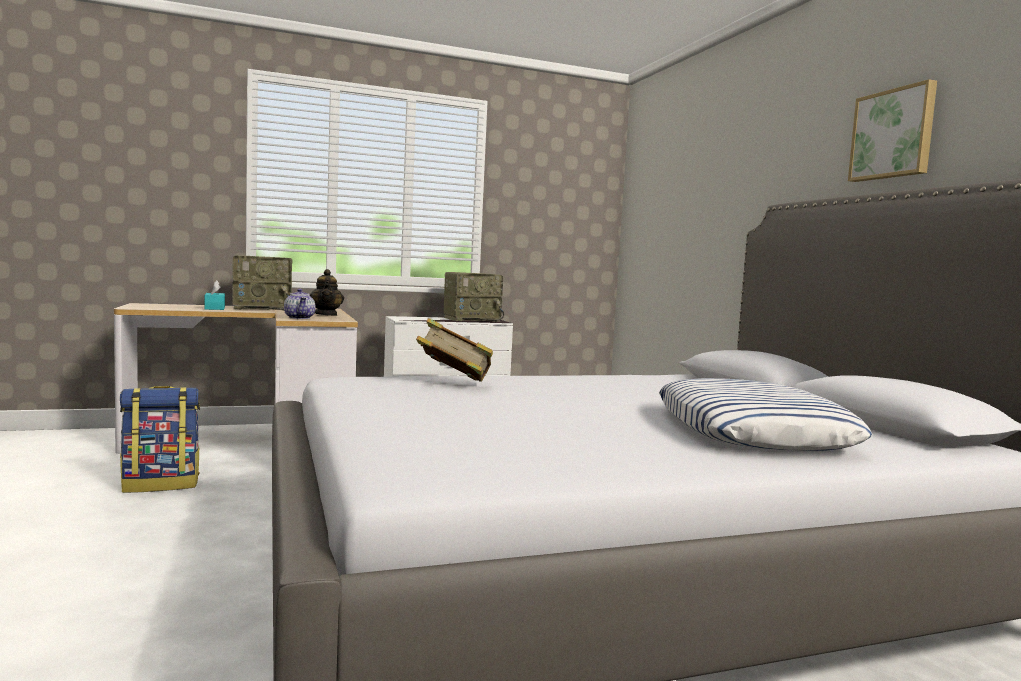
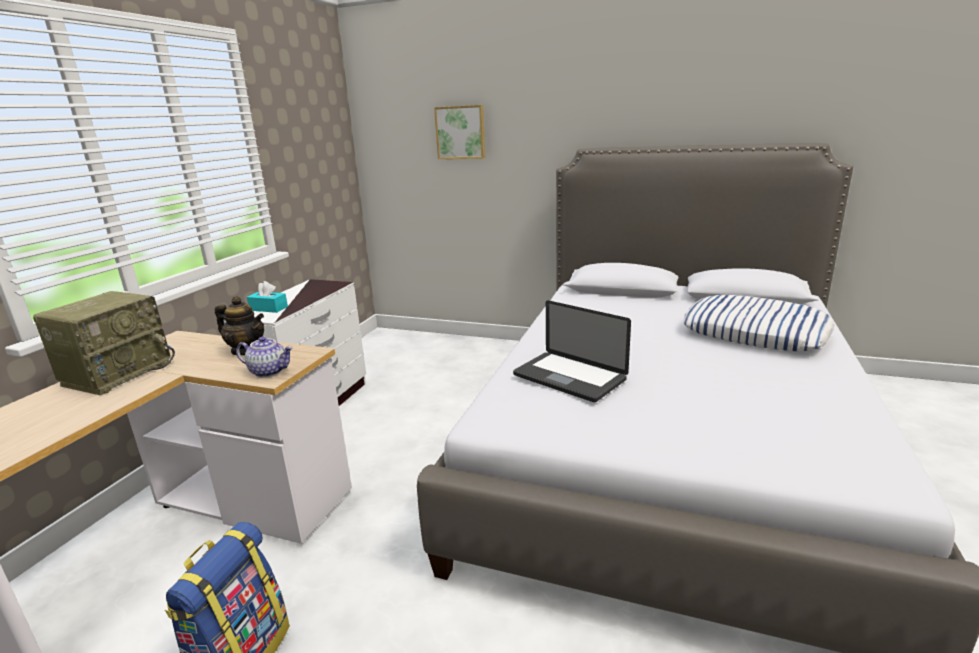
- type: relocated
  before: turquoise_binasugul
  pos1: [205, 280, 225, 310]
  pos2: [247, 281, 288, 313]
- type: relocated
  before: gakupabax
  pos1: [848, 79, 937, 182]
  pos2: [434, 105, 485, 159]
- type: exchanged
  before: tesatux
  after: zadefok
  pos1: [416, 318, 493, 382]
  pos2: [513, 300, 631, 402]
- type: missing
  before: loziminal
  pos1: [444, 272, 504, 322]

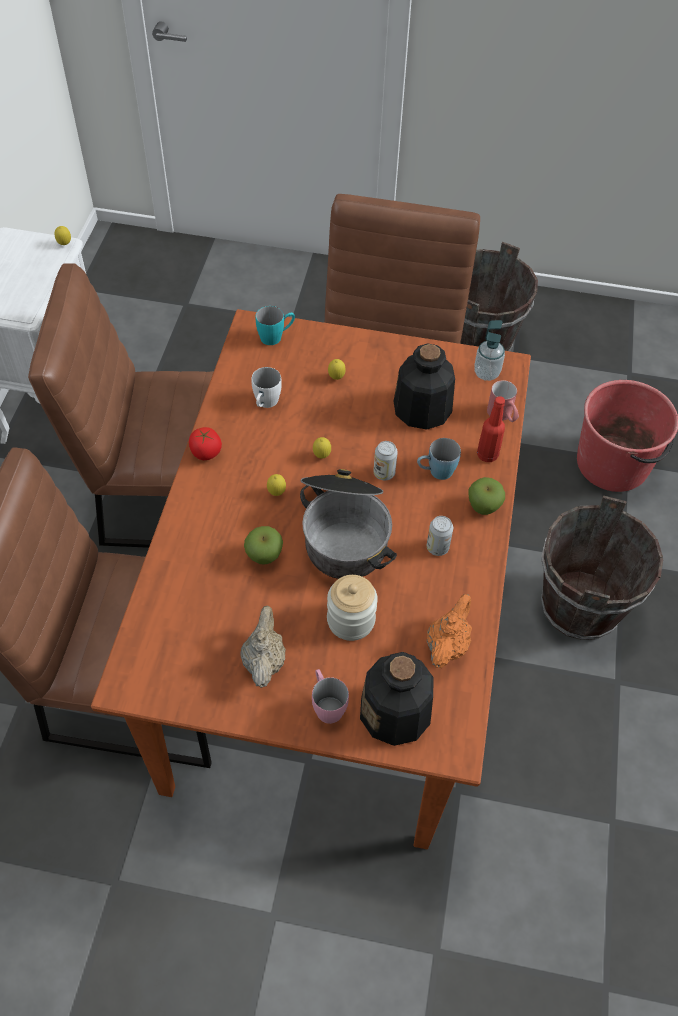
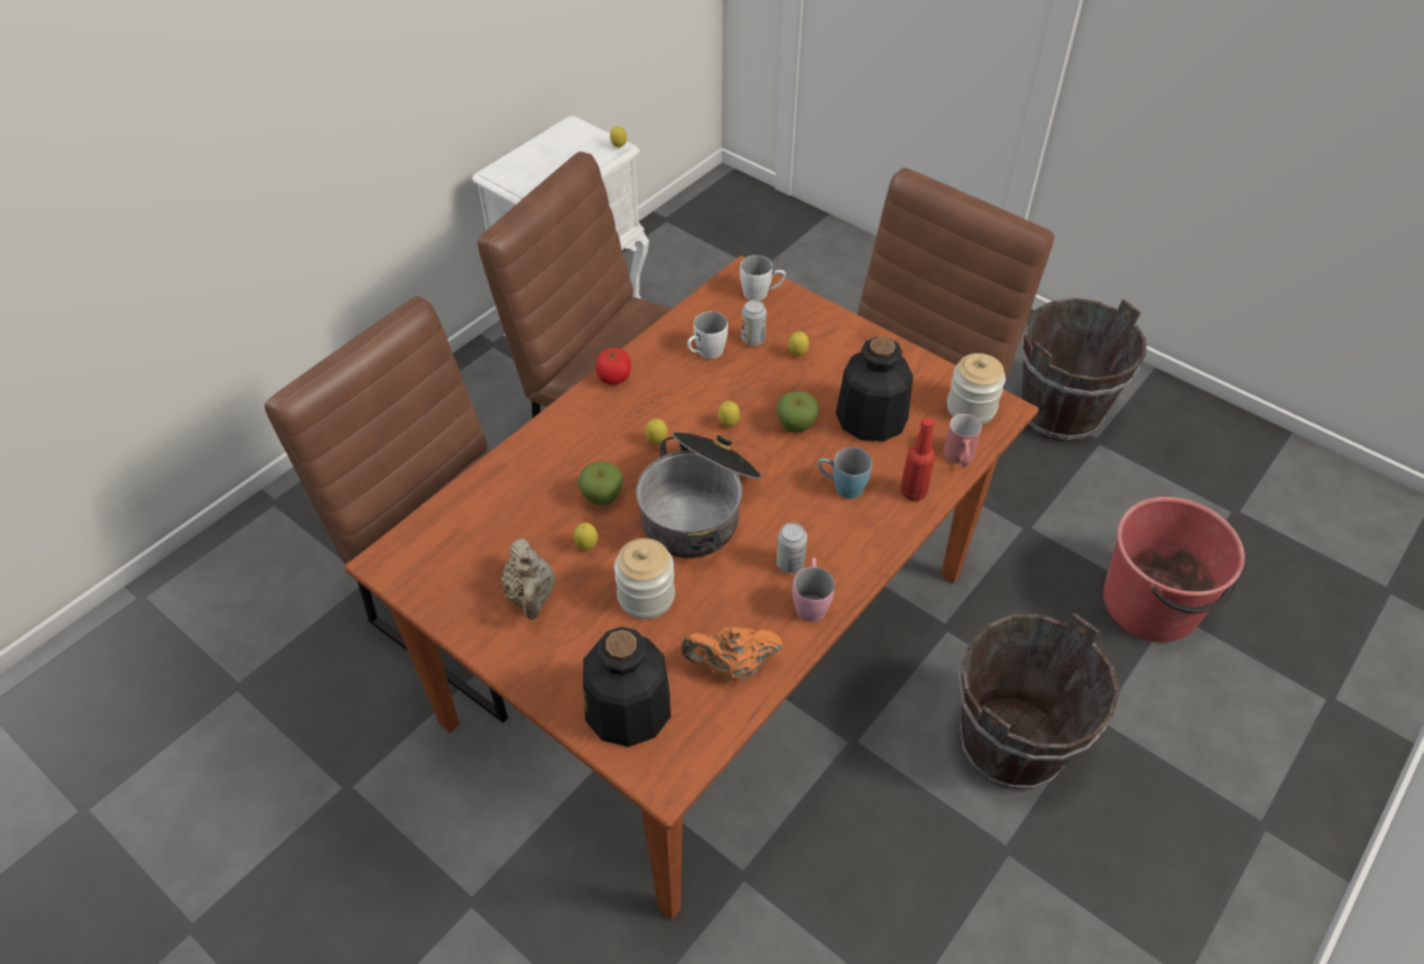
- type: spun
  before: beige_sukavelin
  pos1: [240, 605, 286, 688]
  pos2: [501, 539, 555, 620]
  turn: 135
- type: appeared
  after: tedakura
  pos2: [574, 523, 598, 550]
- type: spun
  before: orange_sukavelin
  pos1: [427, 594, 472, 668]
  pos2: [681, 627, 782, 681]
  turn: -150
- type: colour
  before: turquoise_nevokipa
  after: white_nevokipa
  pos1: [255, 306, 295, 345]
  pos2: [740, 255, 786, 300]
- type: relocated
  before: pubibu
  pos1: [374, 441, 398, 480]
  pos2: [742, 300, 767, 346]
- type: relocated
  before: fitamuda
  pos1: [469, 477, 505, 515]
  pos2: [776, 391, 819, 433]
- type: relocated
  before: pink_nevokipa
  pos1: [312, 669, 349, 724]
  pos2: [792, 558, 835, 622]
- type: exchanged
  before: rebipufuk
  after: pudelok
  pos1: [474, 320, 505, 381]
  pos2: [947, 353, 1006, 425]

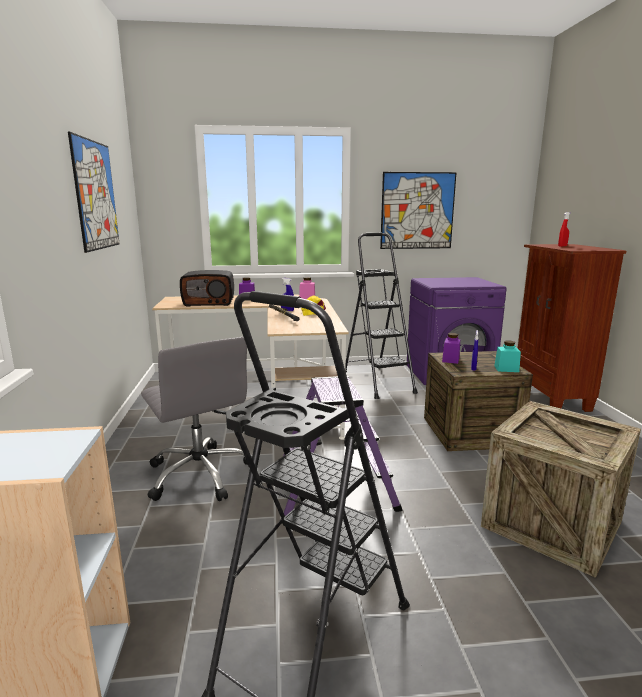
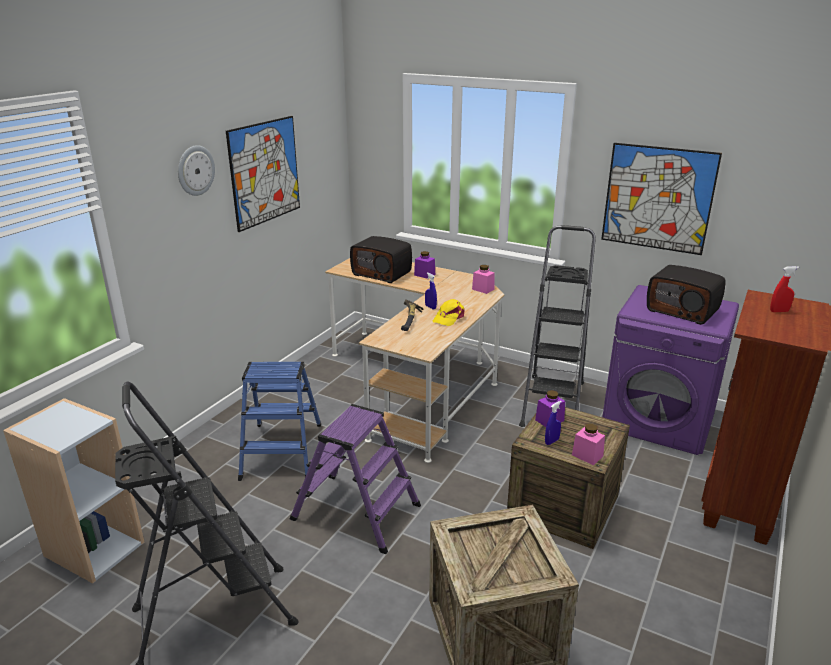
- type: appeared
  after: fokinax
  pos2: [178, 145, 215, 196]
- type: exchanged
  before: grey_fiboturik
  after: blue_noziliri
  pos1: [141, 337, 252, 501]
  pos2: [238, 361, 321, 481]
- type: colour
  before: turquoise_pudelok
  after: pink_pudelok
  pos1: [494, 340, 521, 372]
  pos2: [572, 423, 605, 465]
- type: appeared
  after: loziminal
  pos2: [647, 265, 725, 325]

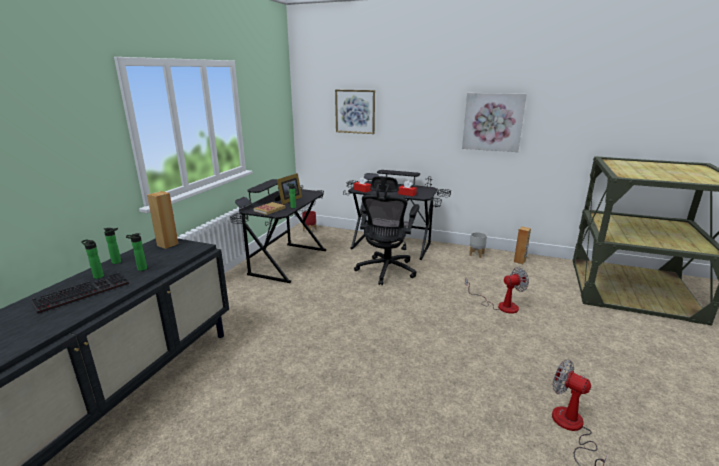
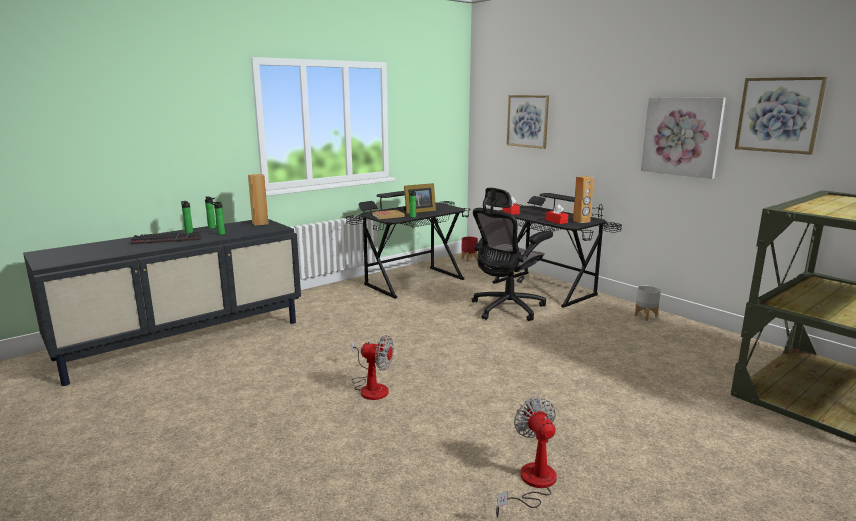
- type: relocated
  before: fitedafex
  pos1: [465, 267, 529, 314]
  pos2: [351, 335, 394, 400]
- type: relocated
  before: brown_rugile
  pos1: [514, 227, 531, 264]
  pos2: [573, 176, 594, 223]
- type: appeared
  after: gakupabax
  pos2: [735, 77, 827, 155]

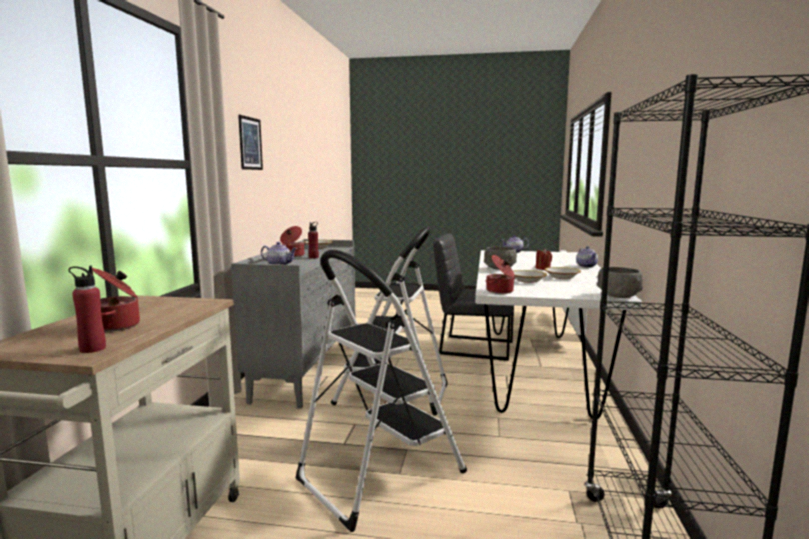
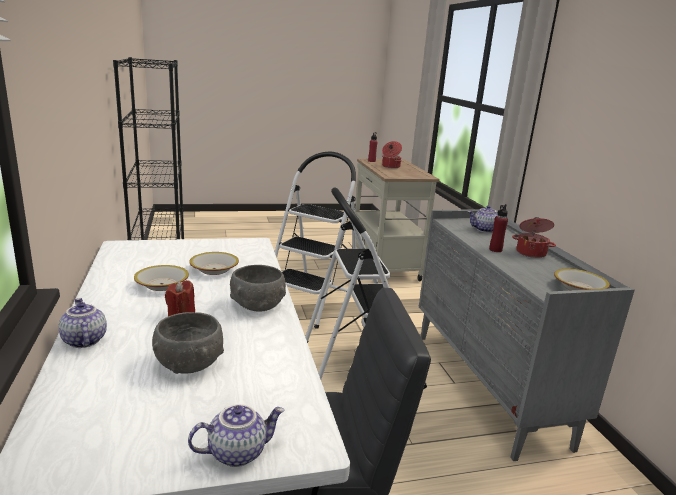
- type: relocated
  before: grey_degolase
  pos1: [597, 267, 643, 298]
  pos2: [152, 312, 224, 374]
- type: missing
  before: gakupabax
  pos1: [238, 115, 263, 170]
- type: missing
  before: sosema
  pos1: [486, 255, 515, 294]

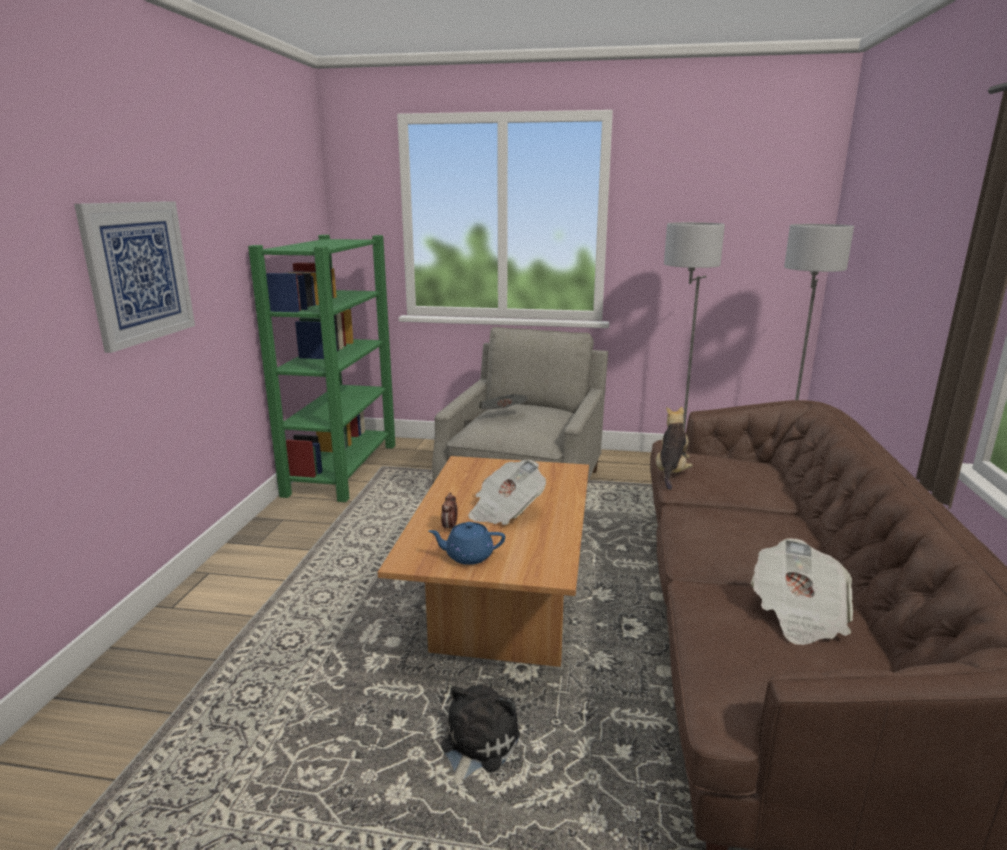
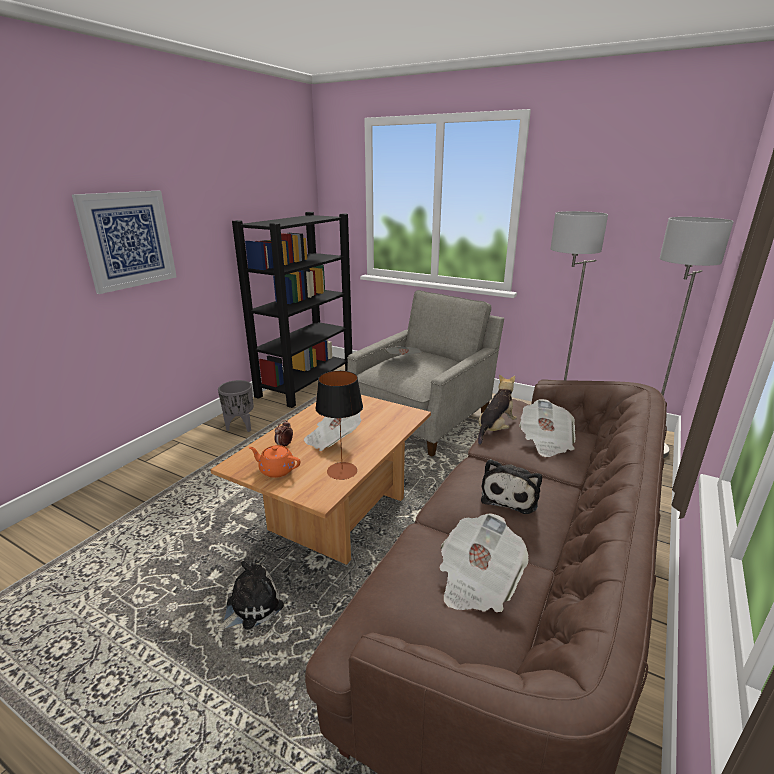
- type: appeared
  after: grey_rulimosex
  pos2: [218, 380, 254, 432]
- type: colour
  before: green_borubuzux
  after: black_borubuzux
  pos1: [248, 235, 396, 502]
  pos2: [232, 212, 352, 408]
- type: colour
  before: blue_sukavelin
  after: orange_sukavelin
  pos1: [428, 522, 505, 565]
  pos2: [249, 445, 301, 478]
- type: appeared
  after: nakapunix
  pos2: [315, 371, 363, 480]
- type: appeared
  after: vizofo
  pos2: [481, 459, 542, 514]
- type: appeared
  after: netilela
  pos2: [519, 399, 576, 457]

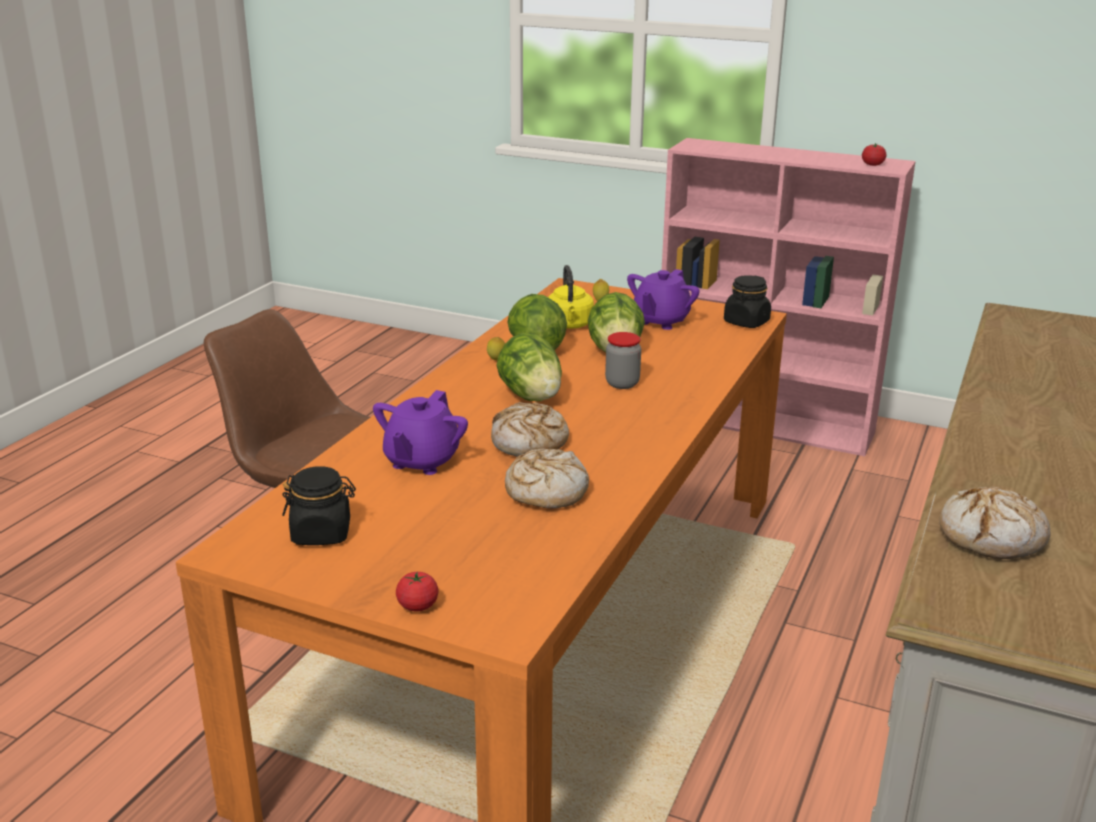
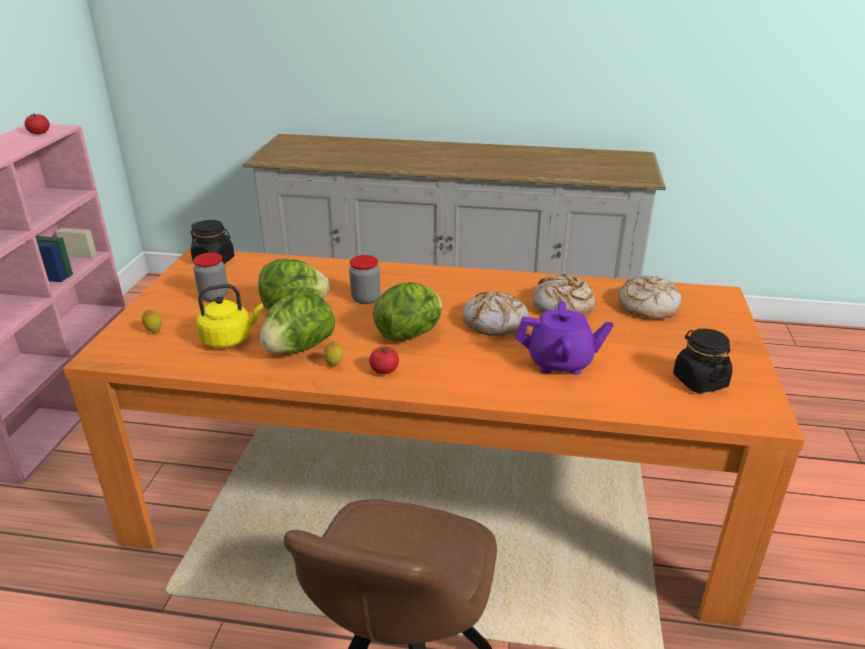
- type: exchanged
  before: purple_sukavelin
  after: pudelok
  pos1: [627, 269, 700, 330]
  pos2: [193, 253, 228, 301]
- type: relocated
  before: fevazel
  pos1: [396, 571, 439, 612]
  pos2: [369, 347, 399, 374]
- type: relocated
  before: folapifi
  pos1: [939, 487, 1050, 559]
  pos2: [618, 276, 682, 319]

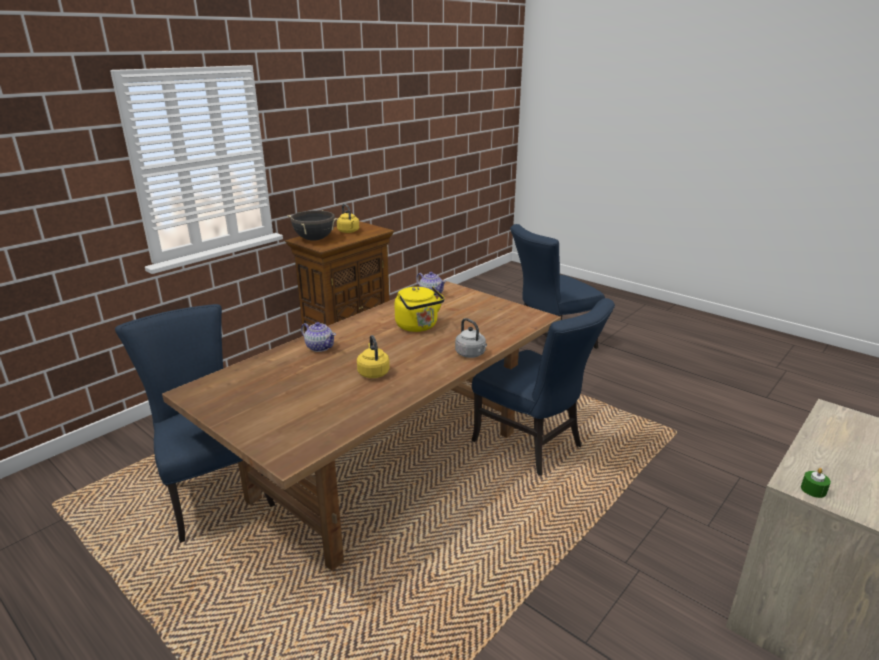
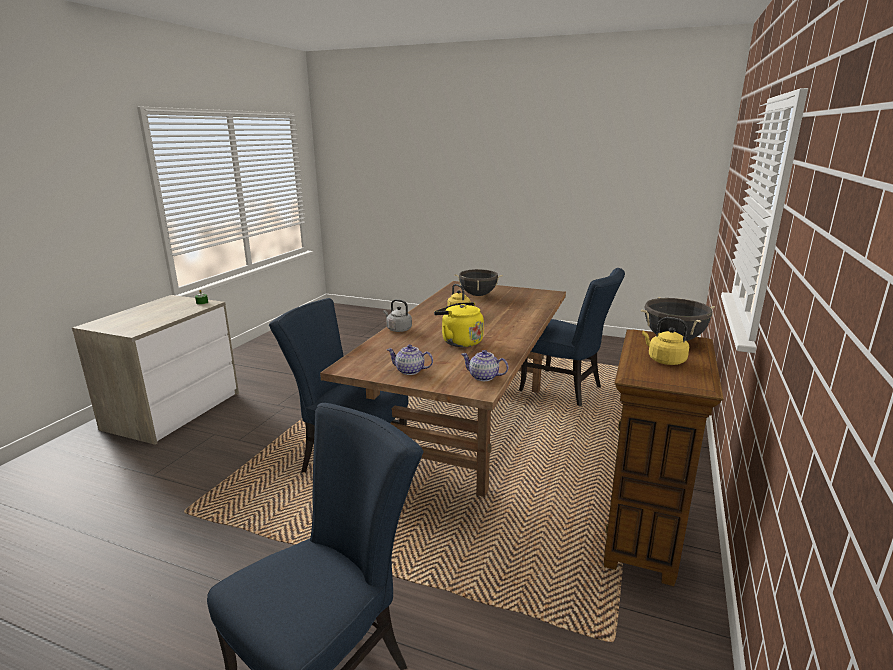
- type: relocated
  before: sukavelin
  pos1: [301, 322, 336, 352]
  pos2: [387, 344, 433, 375]
- type: appeared
  after: black_sosema
  pos2: [454, 269, 503, 296]

